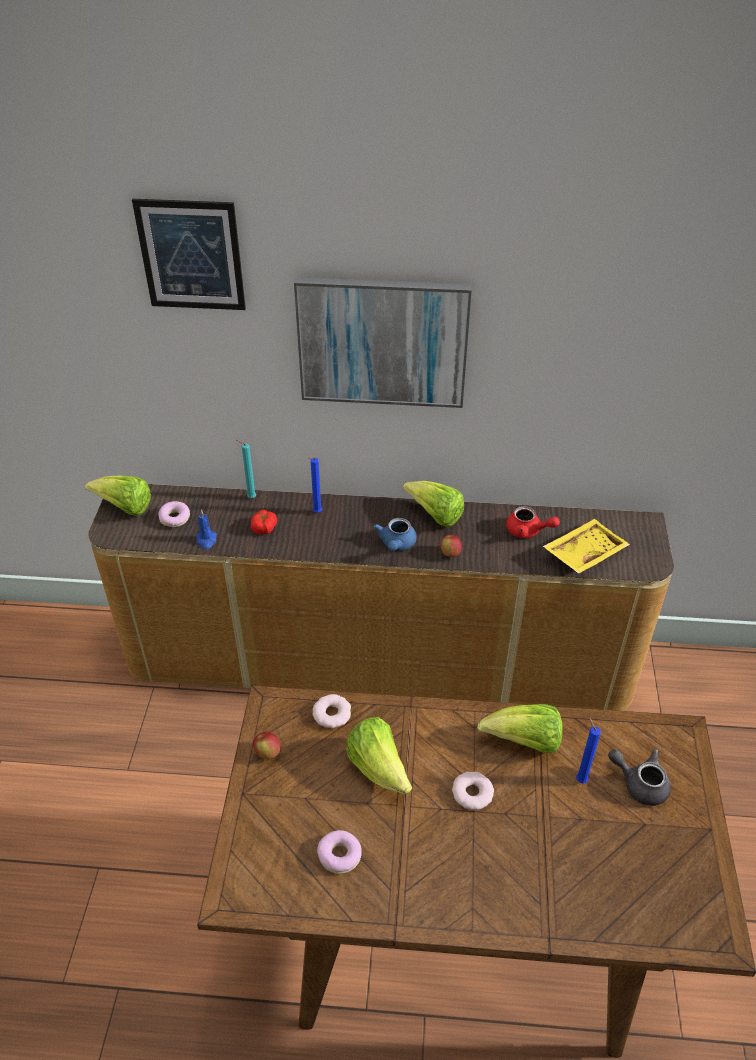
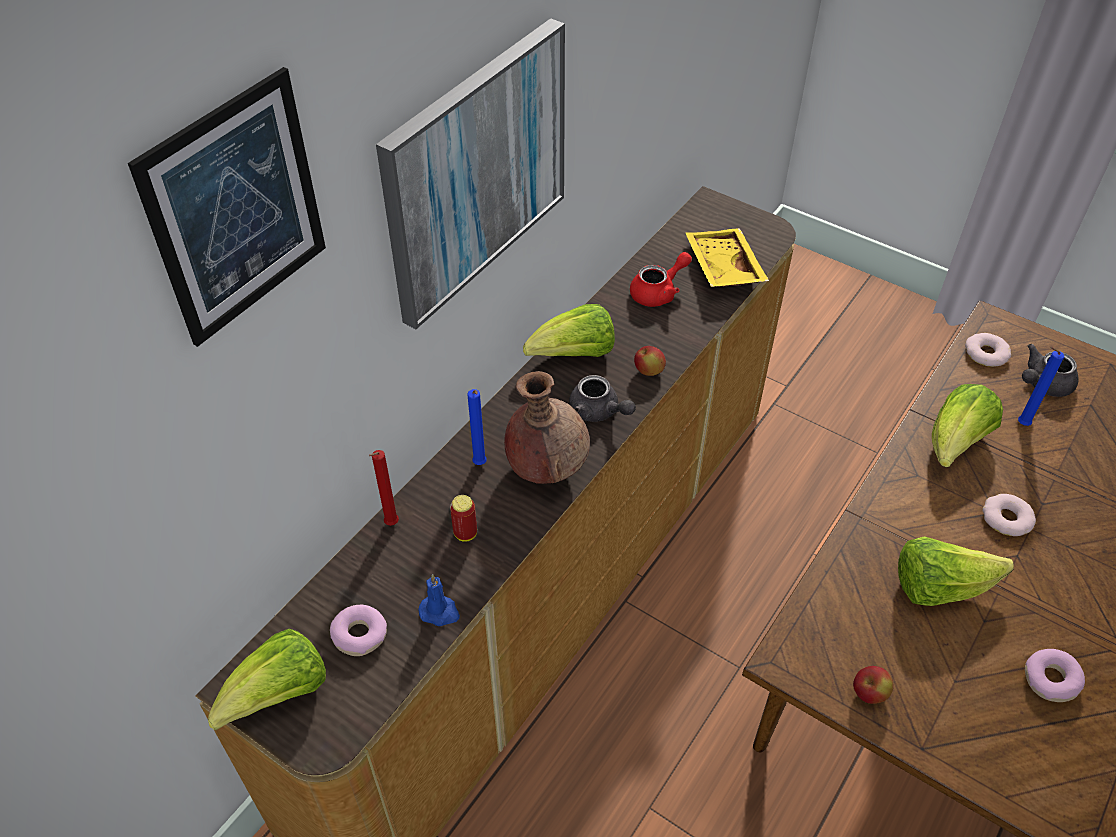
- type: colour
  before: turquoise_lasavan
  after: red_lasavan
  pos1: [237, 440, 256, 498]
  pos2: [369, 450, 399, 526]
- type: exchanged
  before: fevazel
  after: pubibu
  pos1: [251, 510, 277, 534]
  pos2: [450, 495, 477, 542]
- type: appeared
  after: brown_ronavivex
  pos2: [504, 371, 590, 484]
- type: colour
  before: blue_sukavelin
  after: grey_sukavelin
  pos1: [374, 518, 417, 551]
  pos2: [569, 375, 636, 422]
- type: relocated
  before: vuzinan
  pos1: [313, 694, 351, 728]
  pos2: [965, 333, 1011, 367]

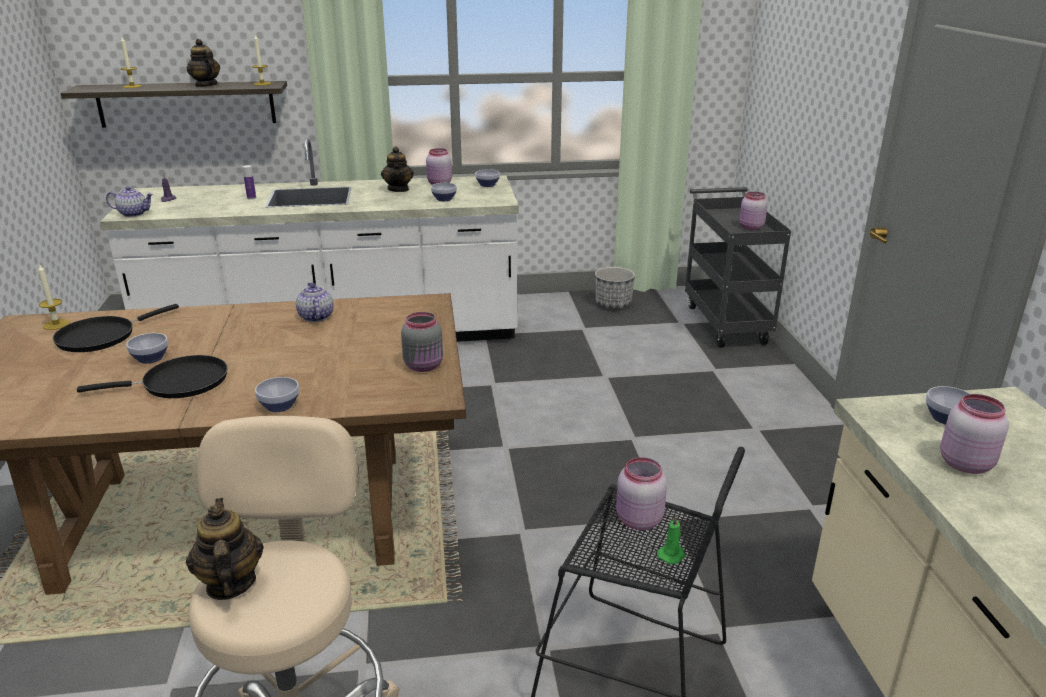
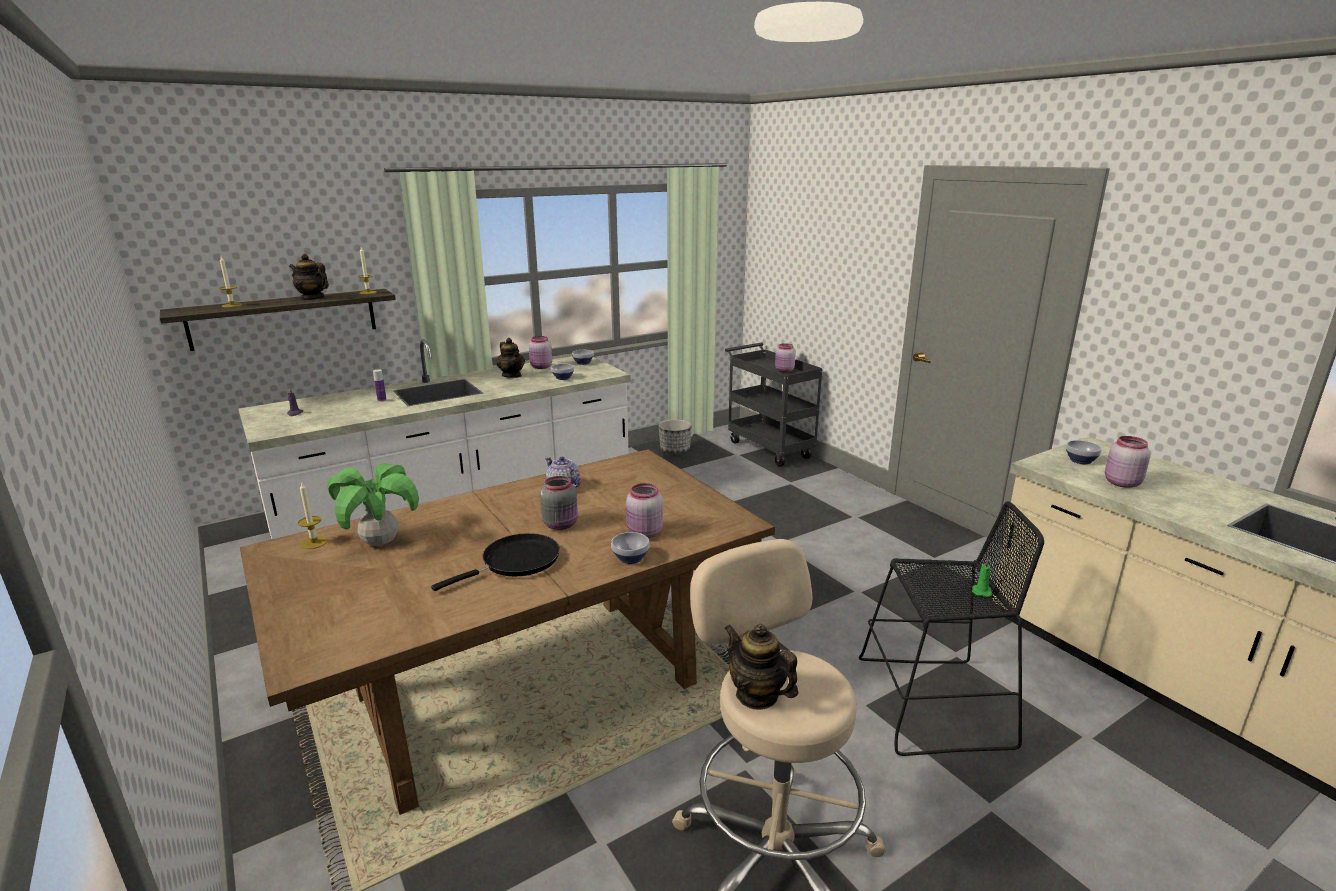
- type: exchanged
  before: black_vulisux
  after: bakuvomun
  pos1: [53, 304, 179, 352]
  pos2: [327, 463, 419, 546]
- type: relocated
  before: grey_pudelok
  pos1: [401, 312, 443, 372]
  pos2: [540, 476, 578, 530]
- type: relocated
  before: pink_pudelok
  pos1: [616, 457, 667, 530]
  pos2: [626, 483, 663, 538]
- type: missing
  before: sukavelin
  pos1: [106, 186, 153, 217]
- type: missing
  before: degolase
  pos1: [126, 333, 168, 364]

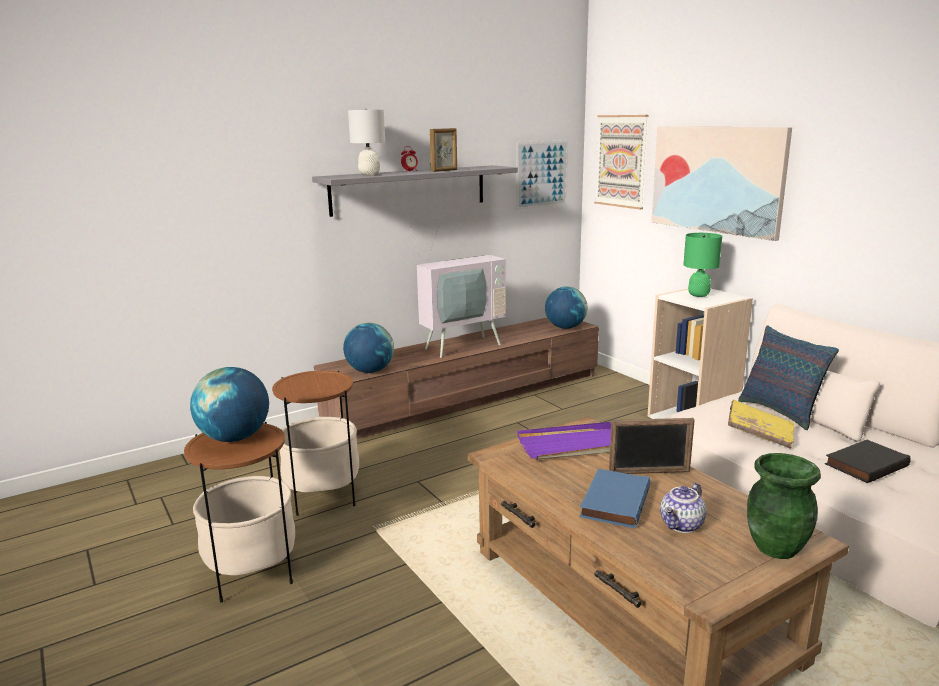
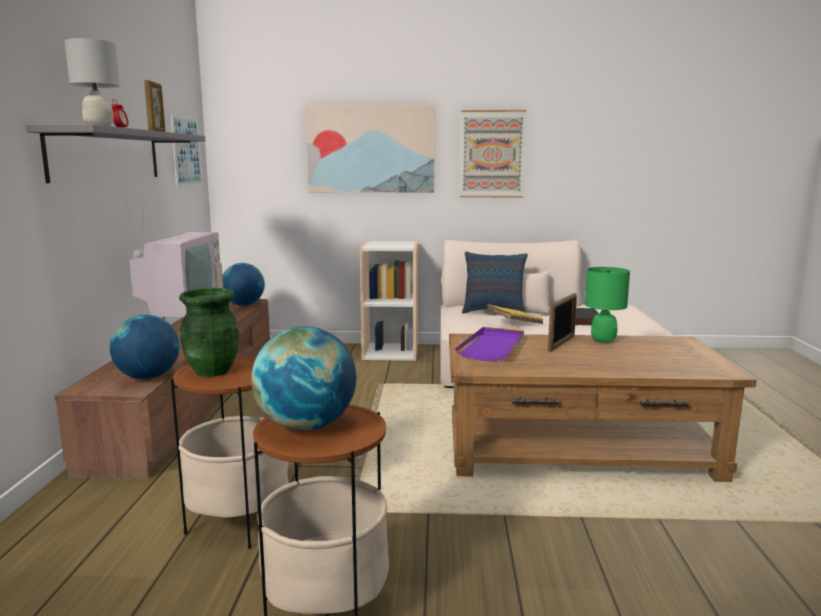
- type: relocated
  before: green_ronavivex
  pos1: [747, 453, 821, 559]
  pos2: [179, 288, 239, 377]
- type: relocated
  before: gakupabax
  pos1: [594, 115, 649, 210]
  pos2: [460, 110, 526, 198]
- type: relocated
  before: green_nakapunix
  pos1: [683, 233, 722, 297]
  pos2: [585, 267, 630, 343]
- type: missing
  before: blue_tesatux
  pos1: [579, 469, 650, 529]
- type: missing
  before: sukavelin
  pos1: [660, 483, 706, 533]

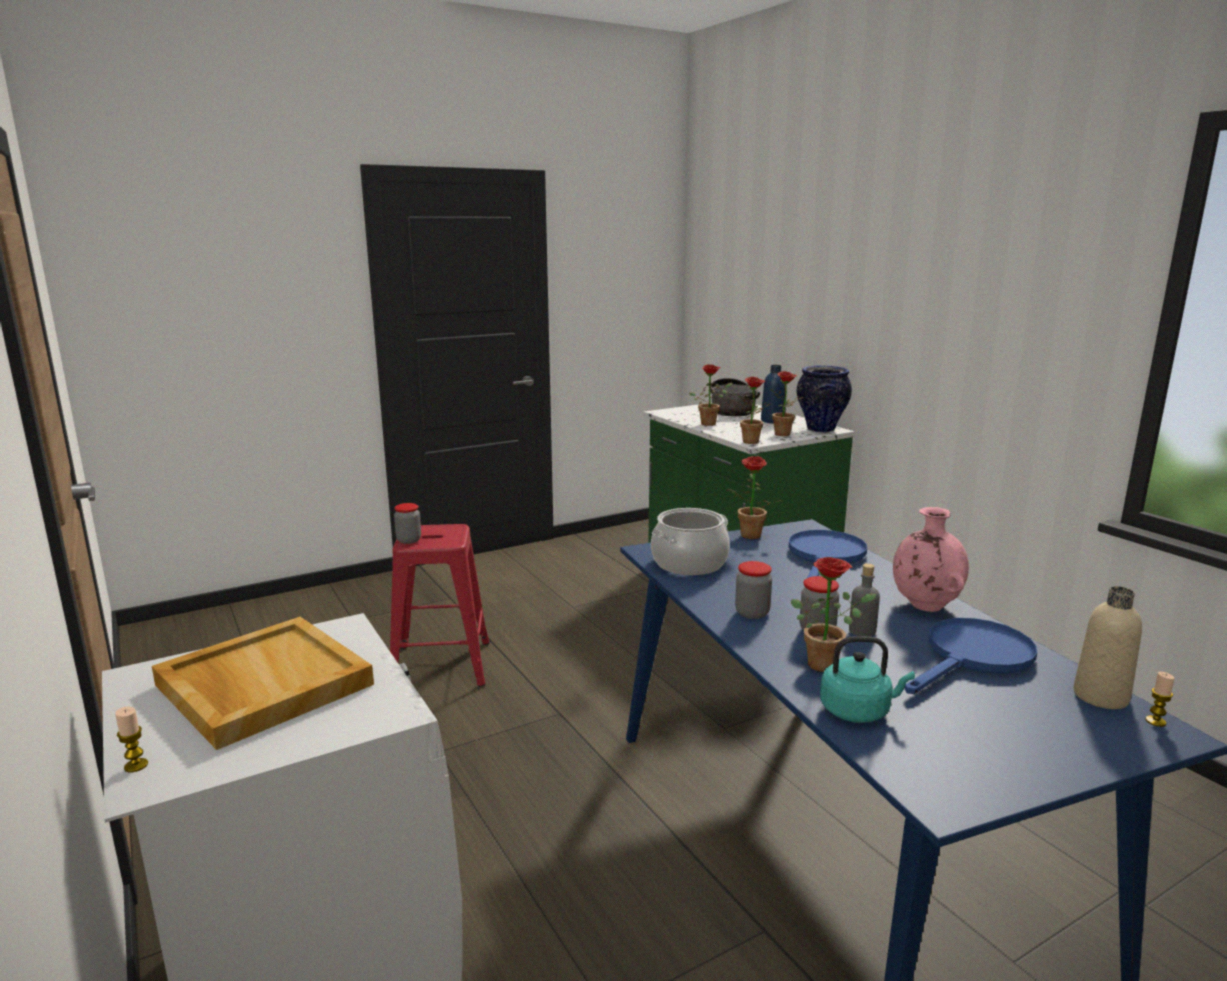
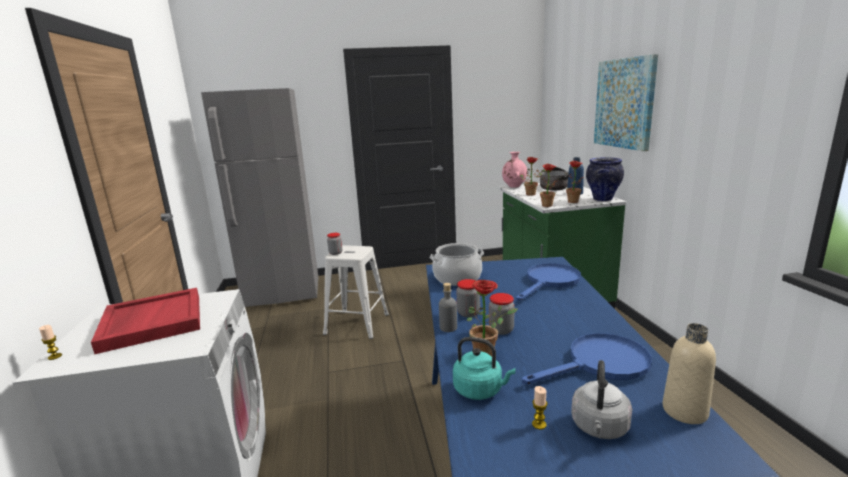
- type: colour
  before: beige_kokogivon
  after: red_kokogivon
  pos1: [152, 617, 374, 750]
  pos2: [91, 288, 200, 354]
- type: appeared
  after: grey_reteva
  pos2: [201, 88, 318, 307]
- type: colour
  before: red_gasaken
  after: white_gasaken
  pos1: [390, 524, 490, 687]
  pos2: [323, 245, 389, 339]
- type: relocated
  before: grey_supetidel
  pos1: [849, 563, 880, 637]
  pos2: [439, 283, 457, 332]
- type: relocated
  before: pink_ronavivex
  pos1: [893, 507, 969, 612]
  pos2: [502, 152, 527, 188]
- type: relocated
  before: lasavan
  pos1: [1145, 672, 1175, 727]
  pos2: [532, 386, 547, 430]
- type: appeared
  after: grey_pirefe
  pos2: [571, 360, 632, 439]
- type: appeared
  after: gakupabax
  pos2: [594, 54, 658, 151]
- type: missing
  before: bakuvomun
  pos1: [727, 456, 783, 539]

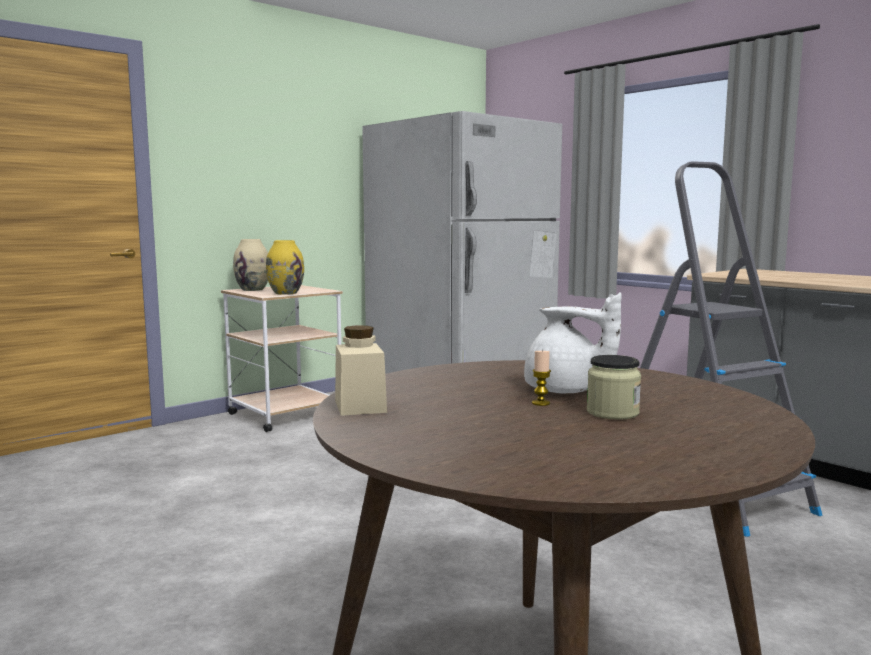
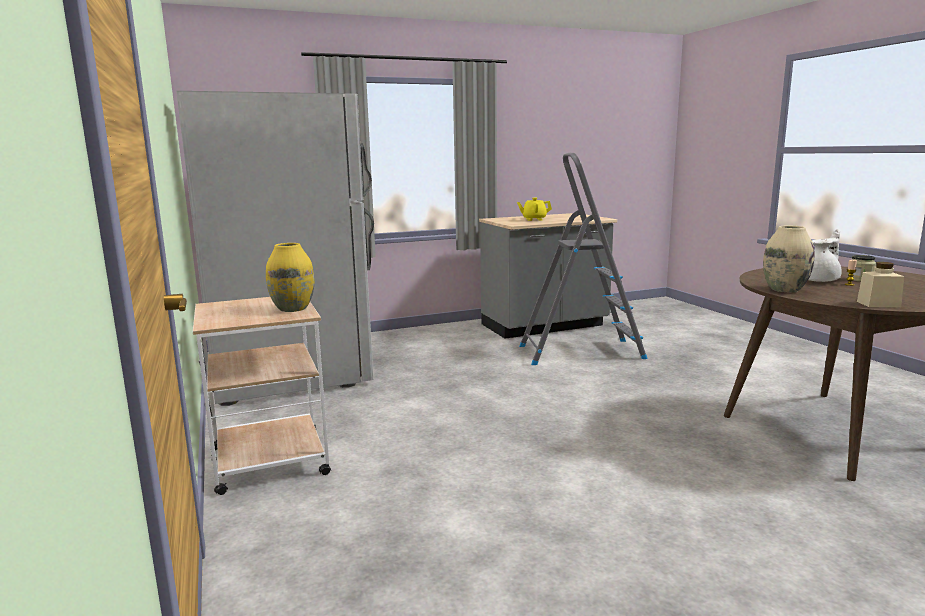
- type: appeared
  after: yellow_sukavelin
  pos2: [517, 198, 552, 221]
- type: relocated
  before: beige_ronavivex
  pos1: [233, 239, 268, 291]
  pos2: [763, 226, 814, 292]

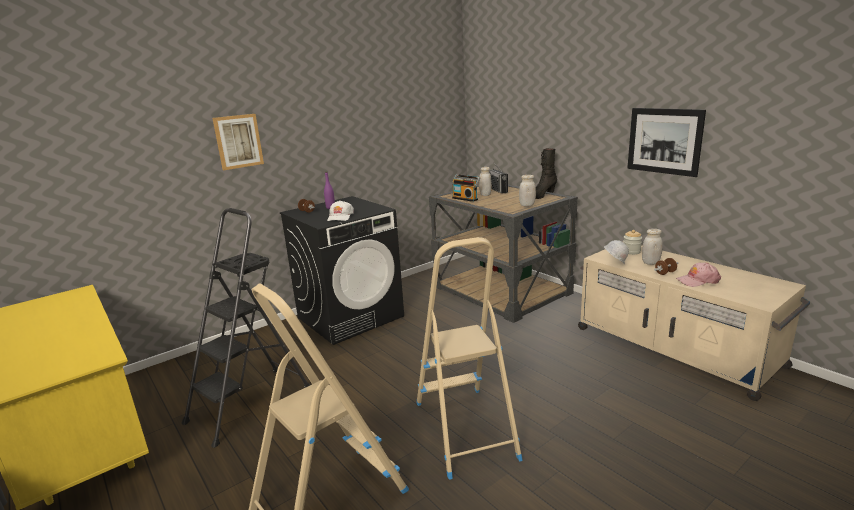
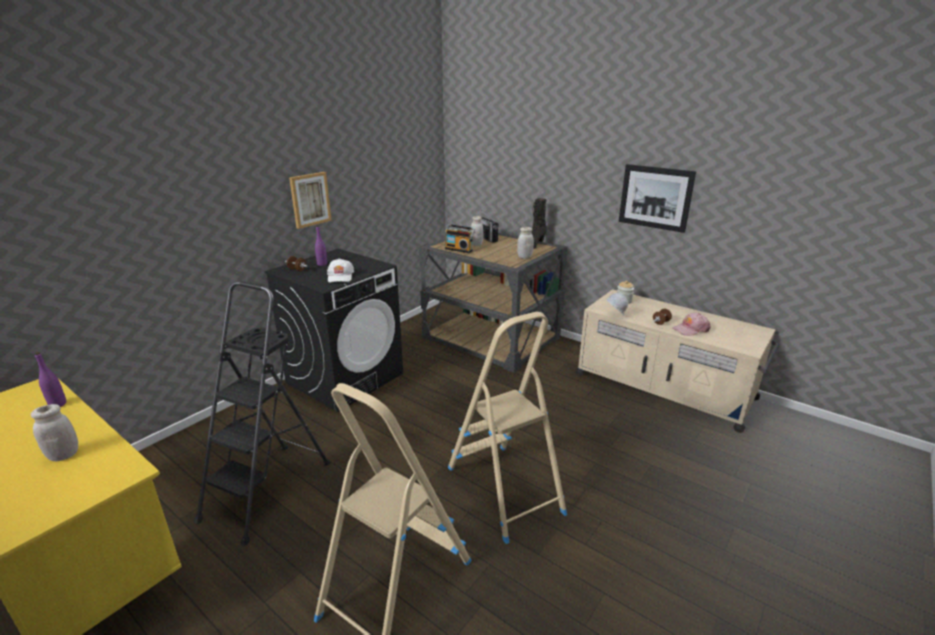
- type: relocated
  before: white_pudelok
  pos1: [642, 229, 663, 265]
  pos2: [31, 404, 78, 461]
- type: appeared
  after: purple_supetidel
  pos2: [35, 352, 66, 407]
- type: relocated
  before: gakupabax
  pos1: [212, 114, 264, 170]
  pos2: [289, 172, 332, 229]

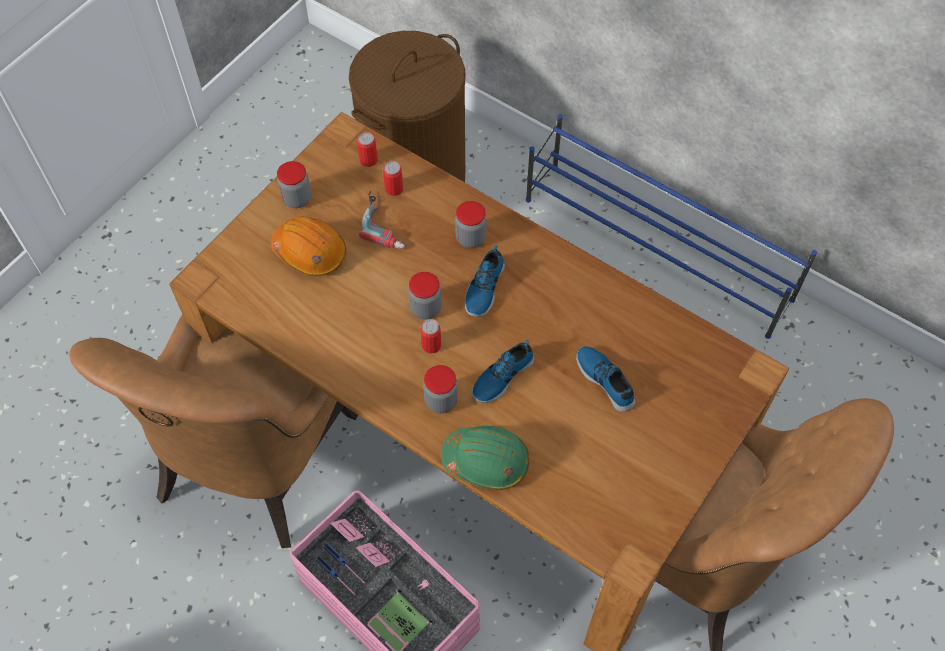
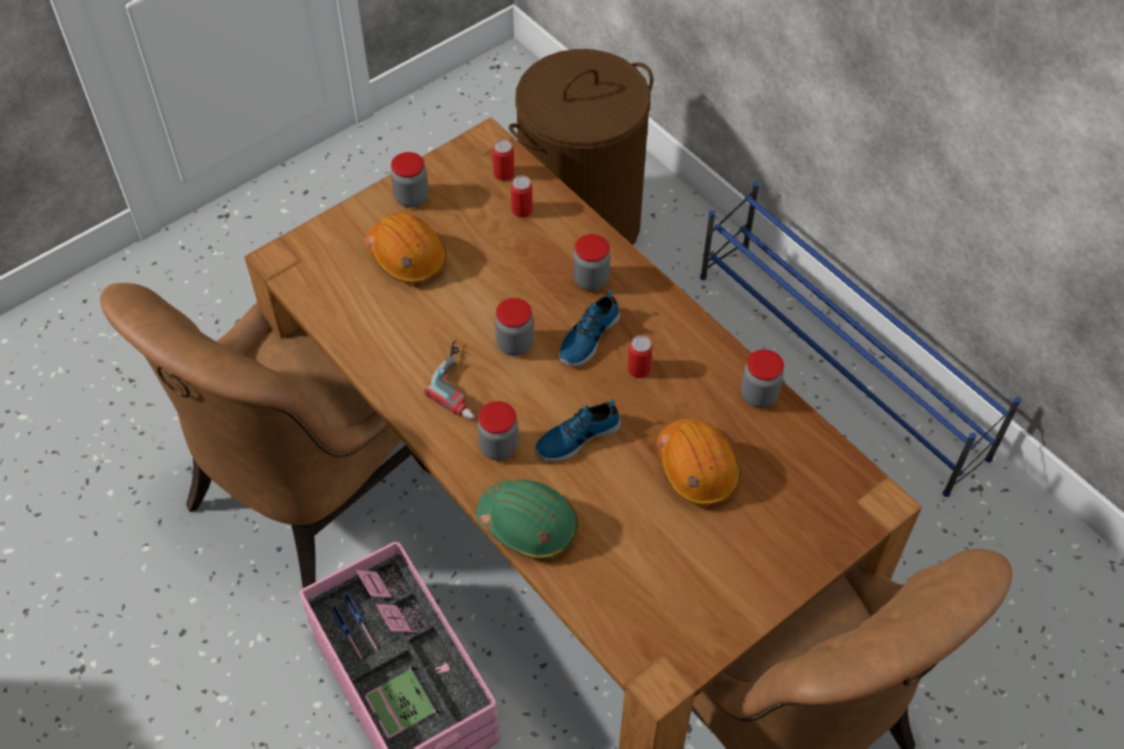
- type: relocated
  before: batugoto
  pos1: [359, 191, 405, 249]
  pos2: [424, 340, 475, 419]
- type: relocated
  before: pubibu
  pos1: [420, 319, 441, 354]
  pos2: [627, 335, 653, 378]
- type: exchanged
  before: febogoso
  after: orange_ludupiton
  pos1: [576, 346, 635, 412]
  pos2: [657, 419, 741, 506]
- type: appeared
  after: pudelok
  pos2: [741, 349, 784, 408]

